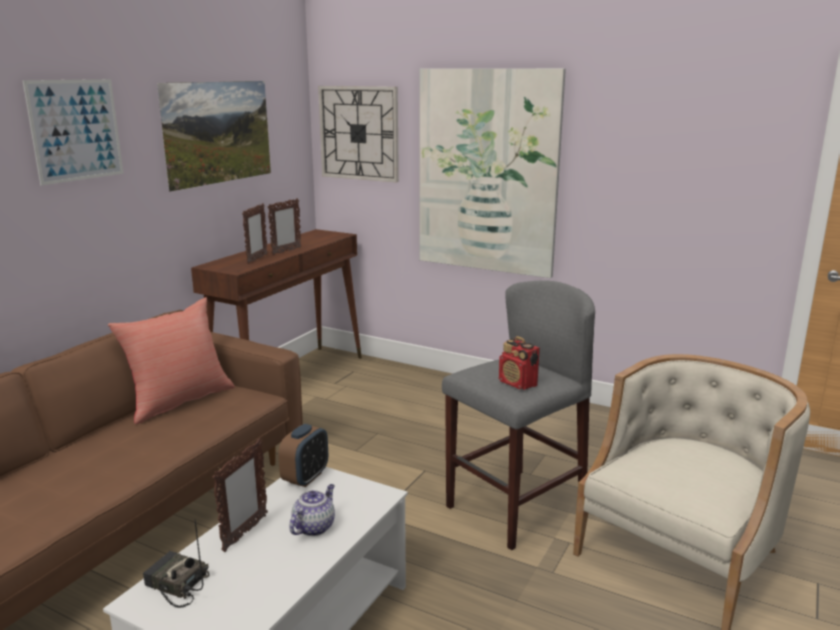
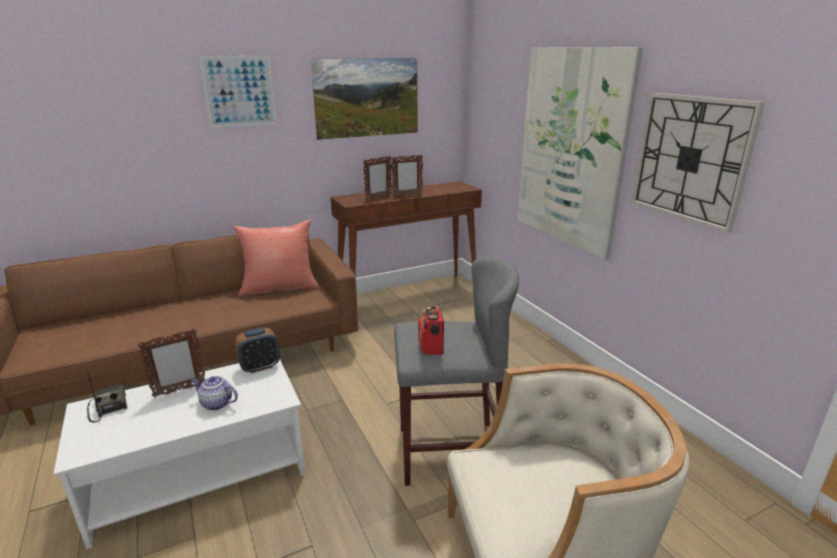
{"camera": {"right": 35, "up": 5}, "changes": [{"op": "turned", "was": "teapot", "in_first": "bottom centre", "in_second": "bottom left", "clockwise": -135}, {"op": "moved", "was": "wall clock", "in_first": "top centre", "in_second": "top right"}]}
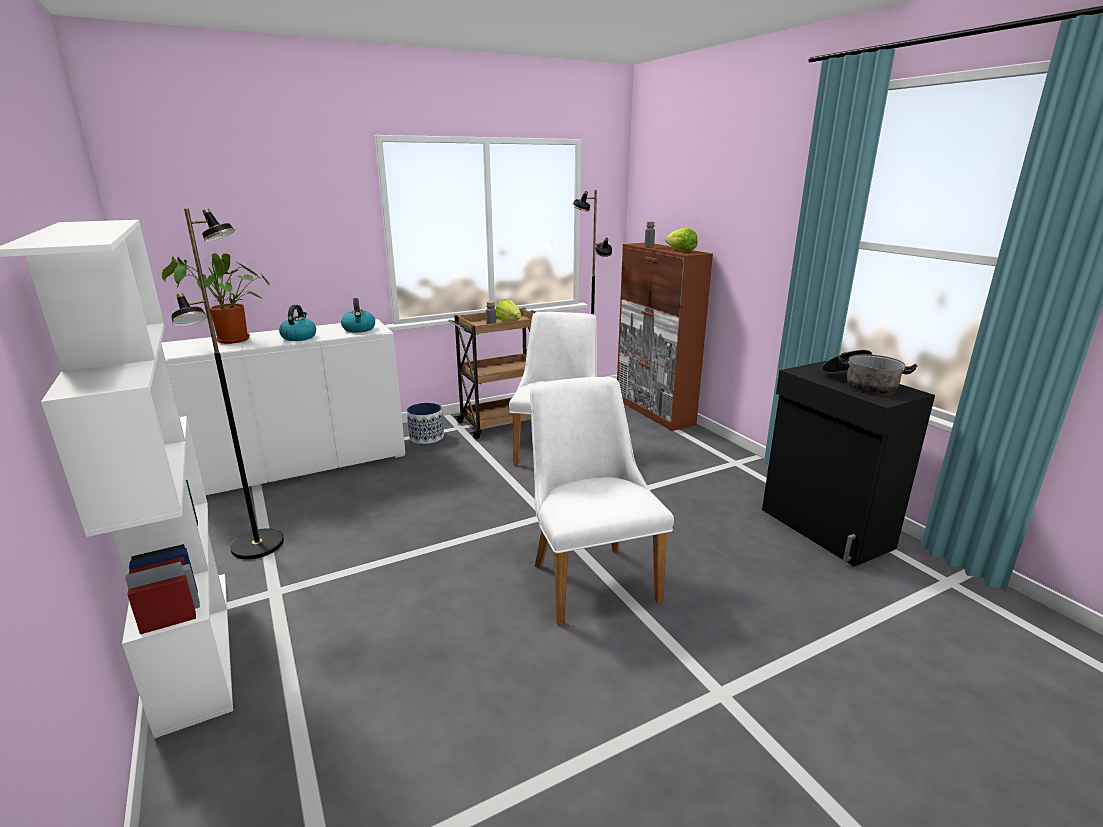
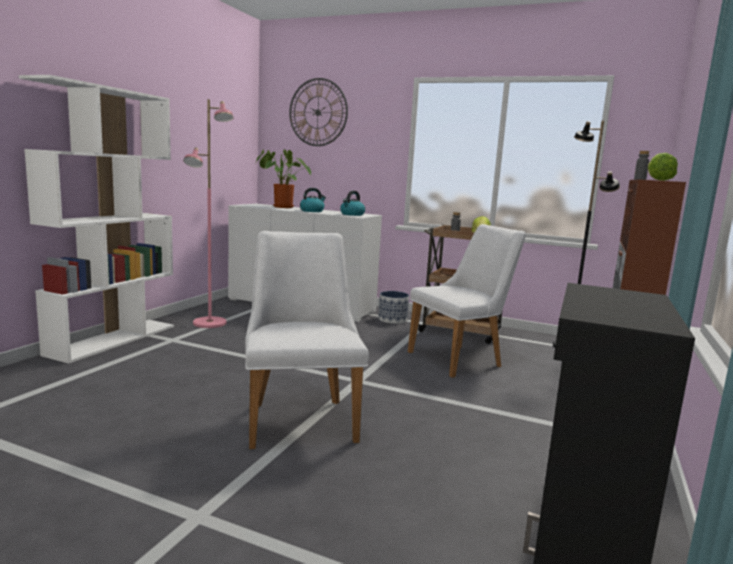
{"camera": {"right": 50, "up": -10}, "changes": [{"op": "recoloured", "was": "black floor lamp (1st from left)", "now": "pink floor lamp", "in_first": "middle left", "in_second": "middle left"}, {"op": "turned", "was": "white chair (2nd from left in the first image)", "in_first": "centre", "in_second": "centre", "clockwise": -45}, {"op": "added", "now": "wall clock", "in_second": "top centre"}, {"op": "removed", "was": "cooking pot", "in_first": "middle right"}]}
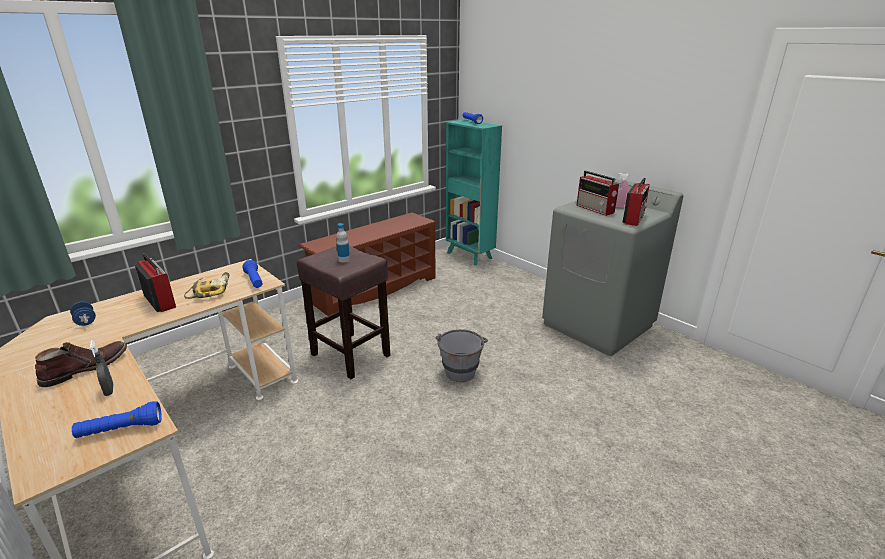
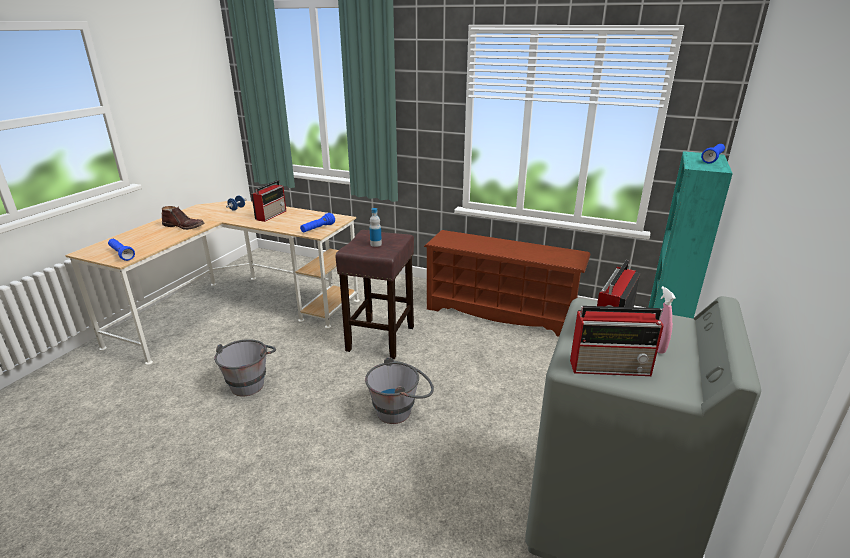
{"camera": {"right": 65, "up": 0}, "changes": [{"op": "added", "now": "grey bucket (1st from left)", "in_second": "middle left"}, {"op": "removed", "was": "grey spray bottle", "in_first": "middle left"}, {"op": "removed", "was": "power drill", "in_first": "middle left"}]}
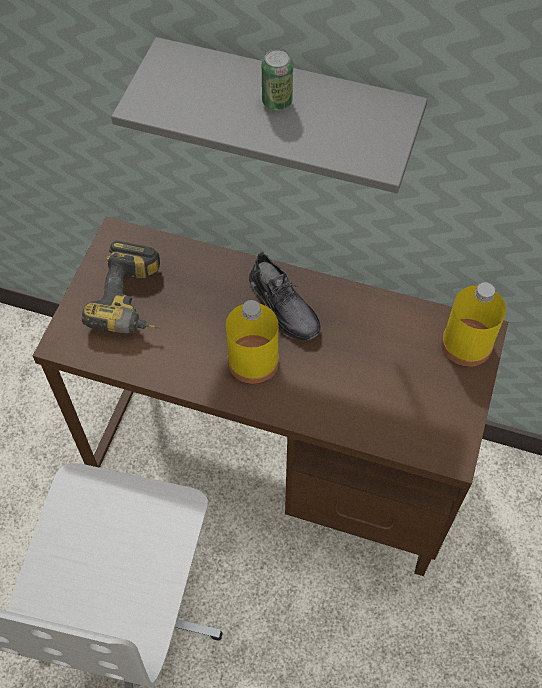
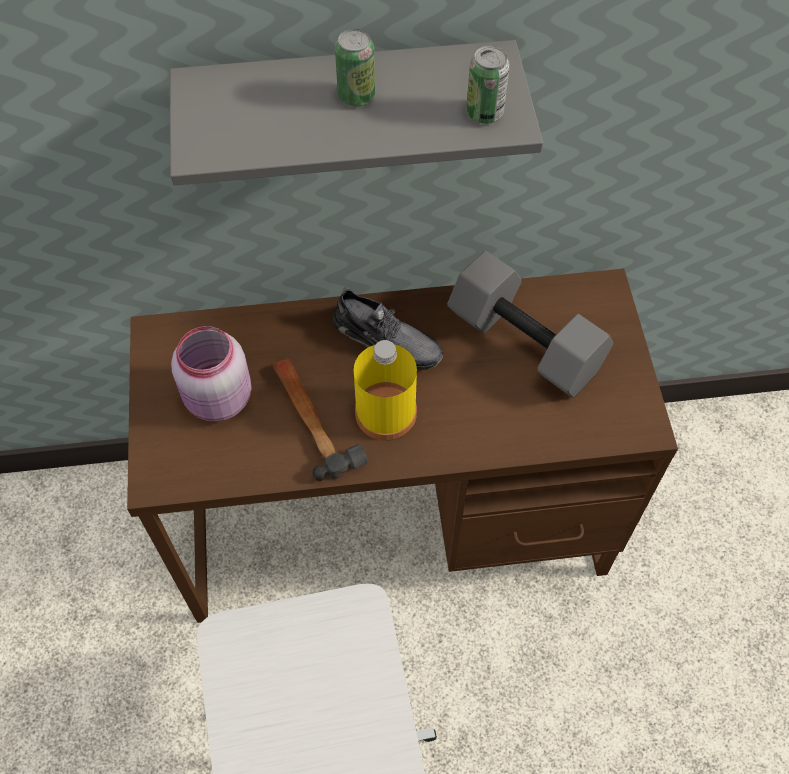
{"camera": {"right": -25, "up": 0}, "changes": [{"op": "replaced", "was": "power drill", "now": "pink jar", "in_first": "middle left", "in_second": "middle left"}, {"op": "added", "now": "hammer", "in_second": "centre"}, {"op": "added", "now": "grey dumbbell", "in_second": "middle right"}, {"op": "added", "now": "can (2nd from left)", "in_second": "top centre"}, {"op": "removed", "was": "yellow bottle (2nd from left)", "in_first": "middle right"}]}
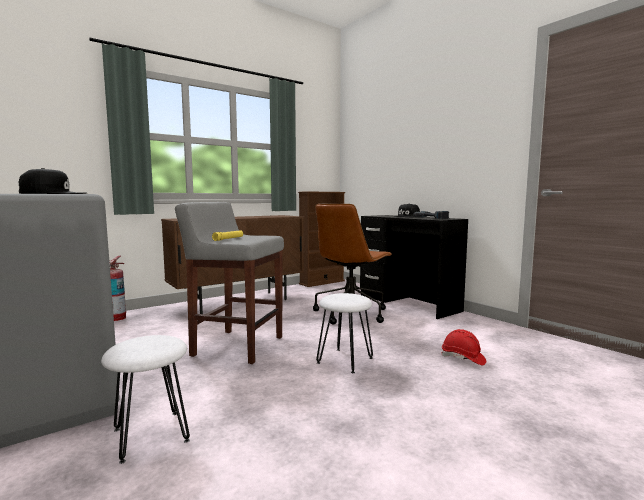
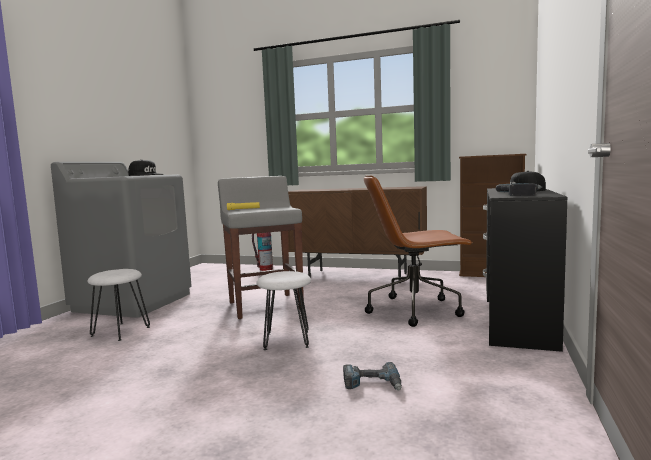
{"camera": {"right": 55, "up": 0}, "changes": [{"op": "replaced", "was": "red hard hat", "now": "power drill (1st from left)", "in_first": "bottom right", "in_second": "bottom centre"}]}
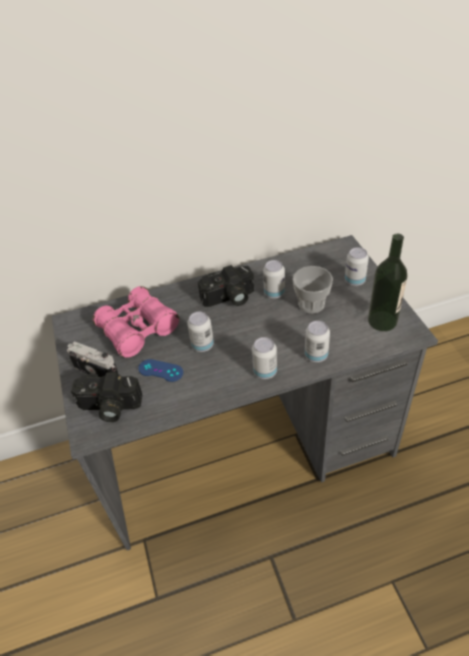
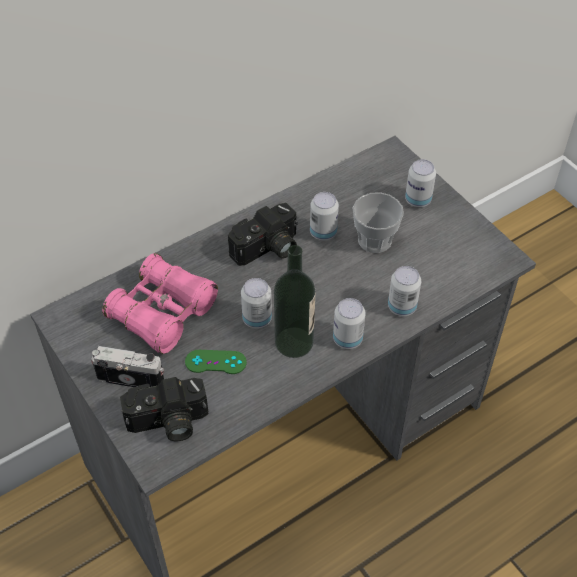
{"camera": {"right": -20, "up": 5}, "changes": [{"op": "recoloured", "was": "blue game controller", "now": "green game controller", "in_first": "centre", "in_second": "centre"}, {"op": "moved", "was": "bottle", "in_first": "middle right", "in_second": "centre"}]}
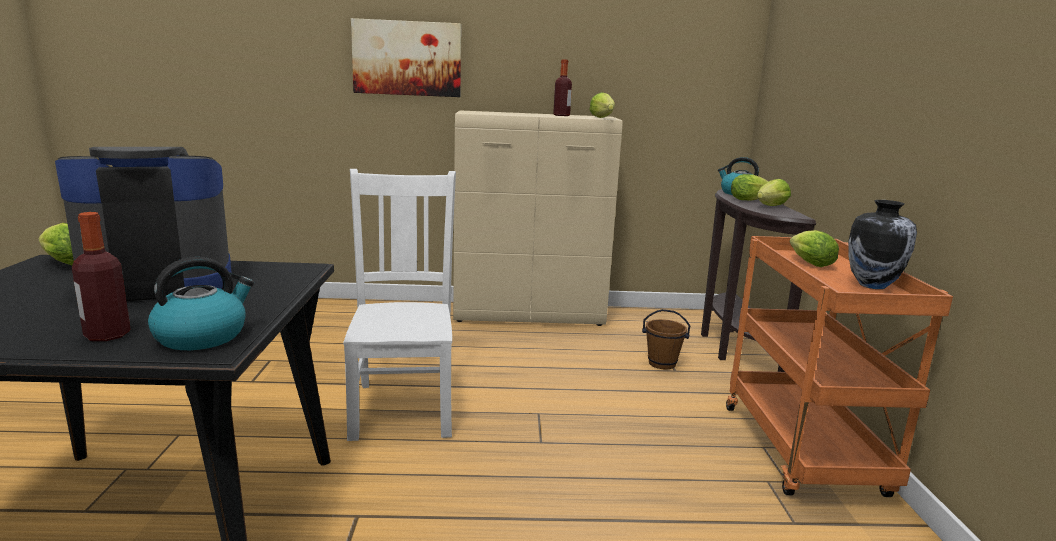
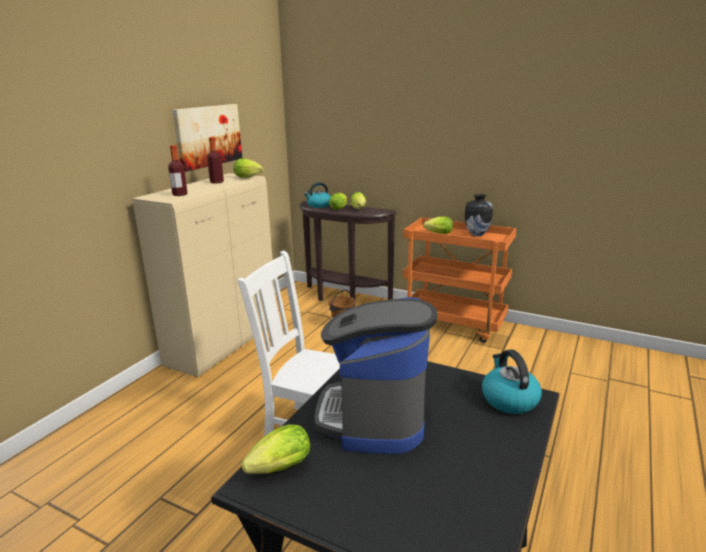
{"camera": {"right": -60, "up": 5}, "changes": [{"op": "moved", "was": "bottle (1st from left)", "in_first": "middle left", "in_second": "top left"}, {"op": "moved", "was": "picture", "in_first": "top centre", "in_second": "top left"}]}
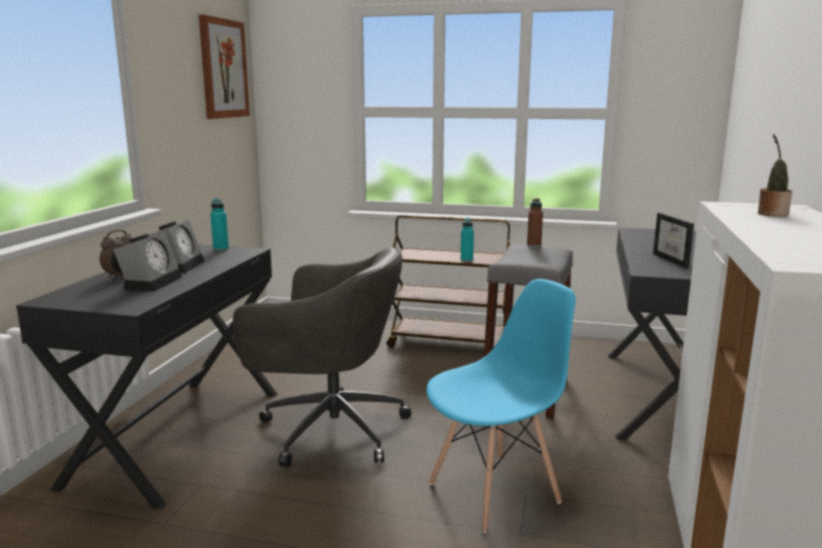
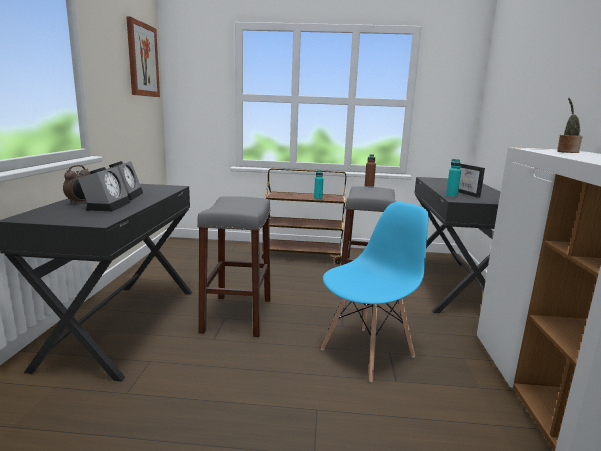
{"camera": {"right": -10, "up": 0}, "changes": [{"op": "replaced", "was": "grey office chair", "now": "grey stool (1st from left)", "in_first": "centre", "in_second": "centre"}, {"op": "moved", "was": "turquoise bottle (1st from left in the first image)", "now": "turquoise bottle (2nd from left)", "in_first": "middle left", "in_second": "middle right"}]}
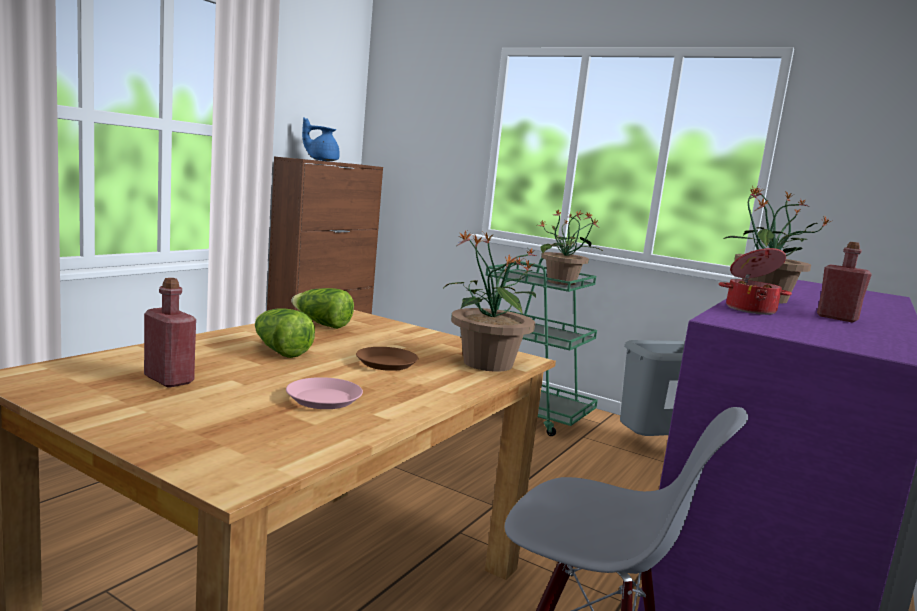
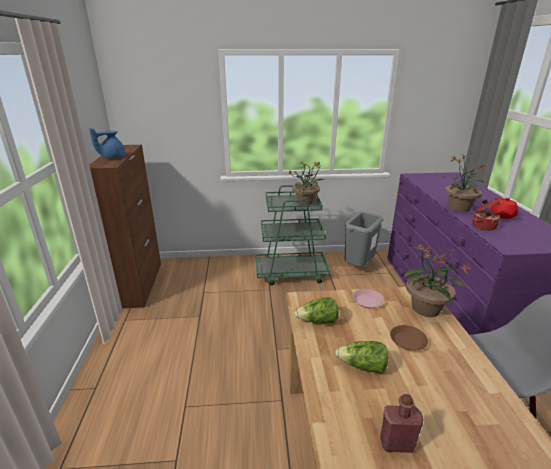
{"camera": {"right": -35, "up": 15}, "changes": [{"op": "moved", "was": "pink plate", "in_first": "centre", "in_second": "middle right"}, {"op": "replaced", "was": "red bottle (2nd from left)", "now": "red teapot", "in_first": "middle right", "in_second": "middle right"}]}
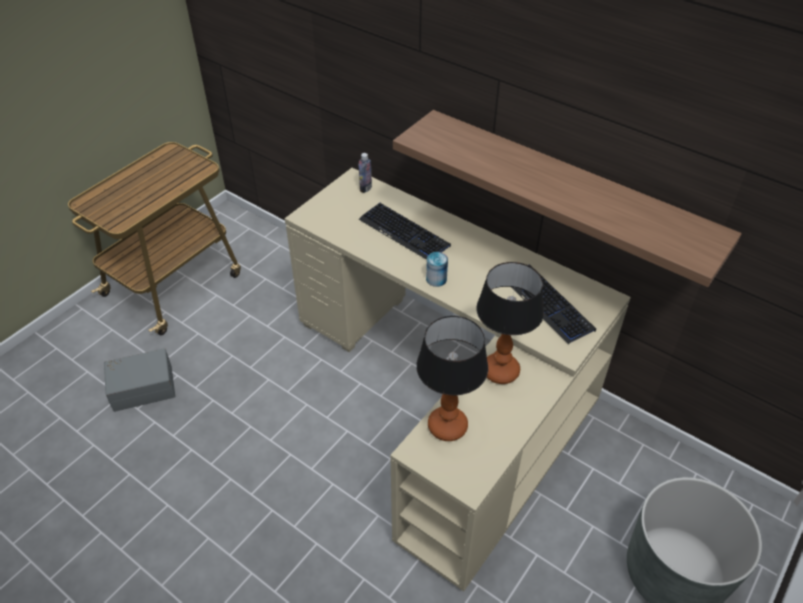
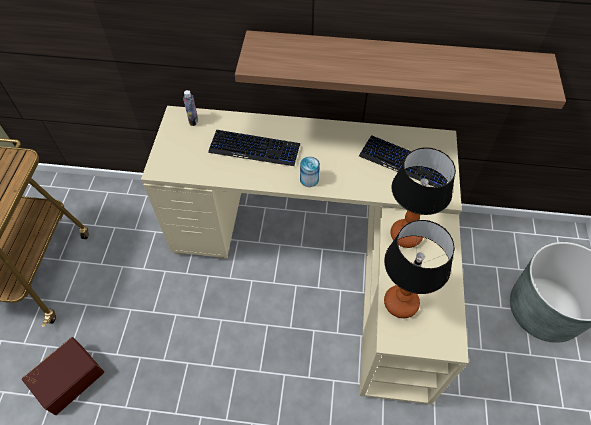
{"camera": {"right": -30, "up": 10}, "changes": [{"op": "recoloured", "was": "grey storage box", "now": "brown storage box", "in_first": "middle left", "in_second": "bottom left"}]}
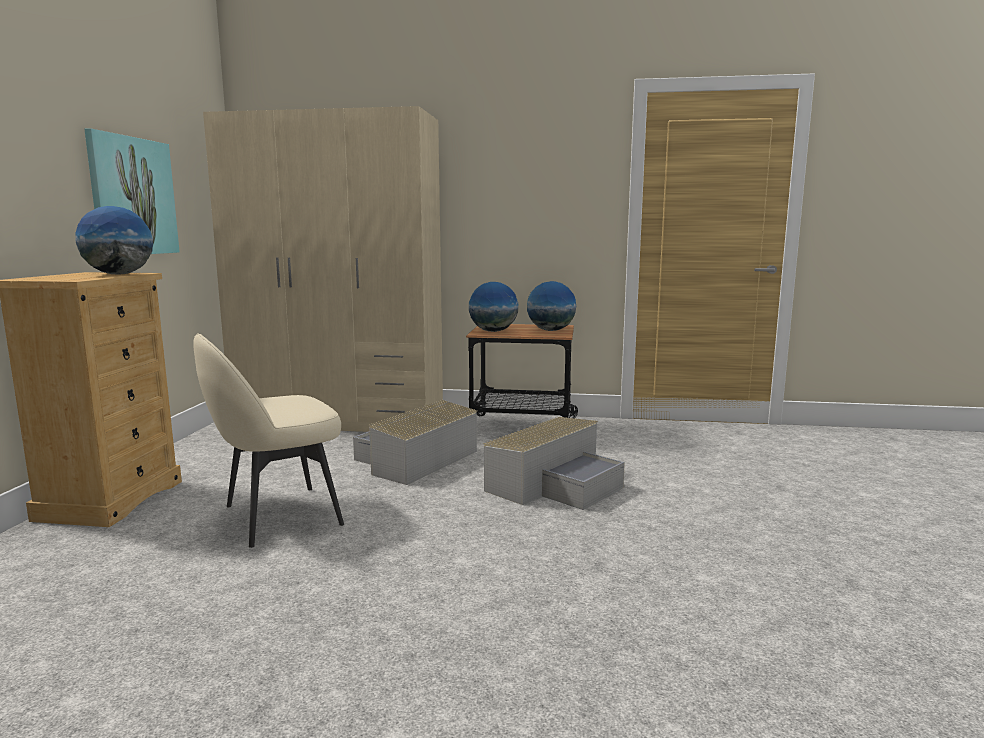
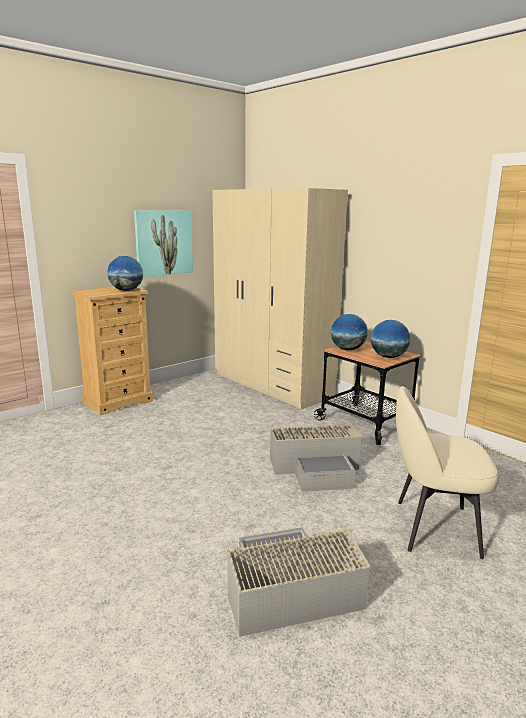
{"camera": {"right": 40, "up": 5}, "changes": [{"op": "moved", "was": "grey storage box (1st from left)", "in_first": "centre", "in_second": "bottom centre"}, {"op": "moved", "was": "beige chair", "in_first": "middle left", "in_second": "middle right"}]}
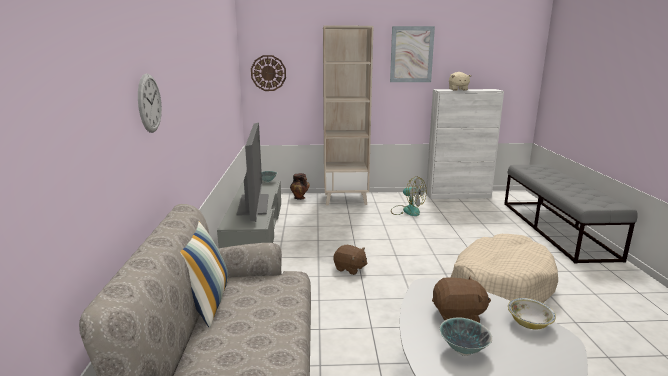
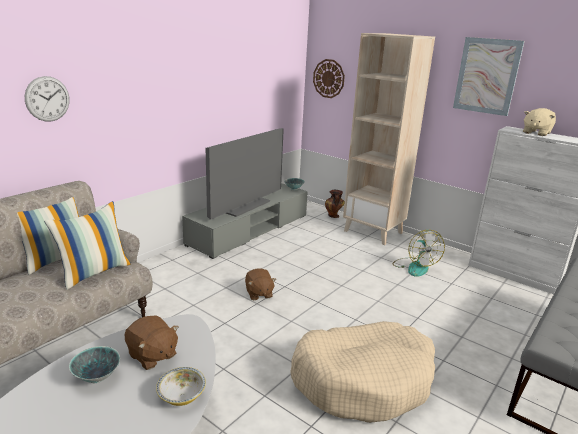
{"camera": {"right": 40, "up": 5}, "changes": [{"op": "added", "now": "pillow (2nd from left)", "in_second": "middle left"}]}
